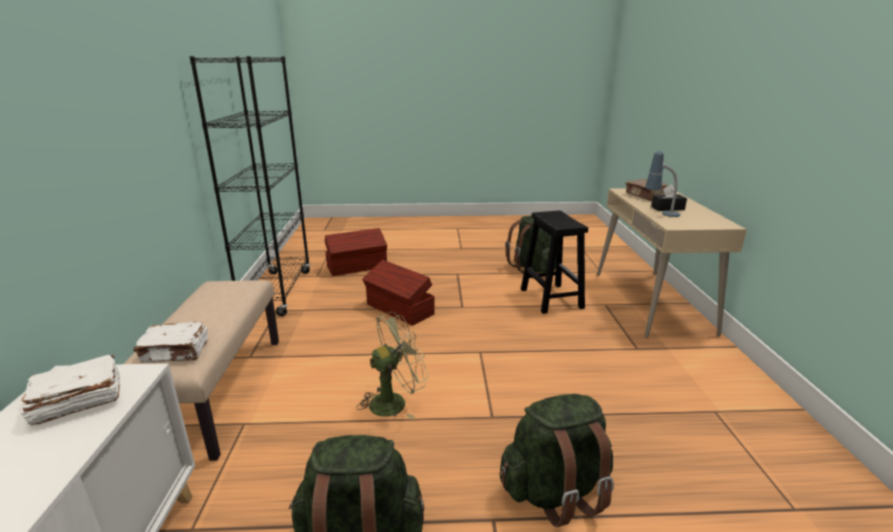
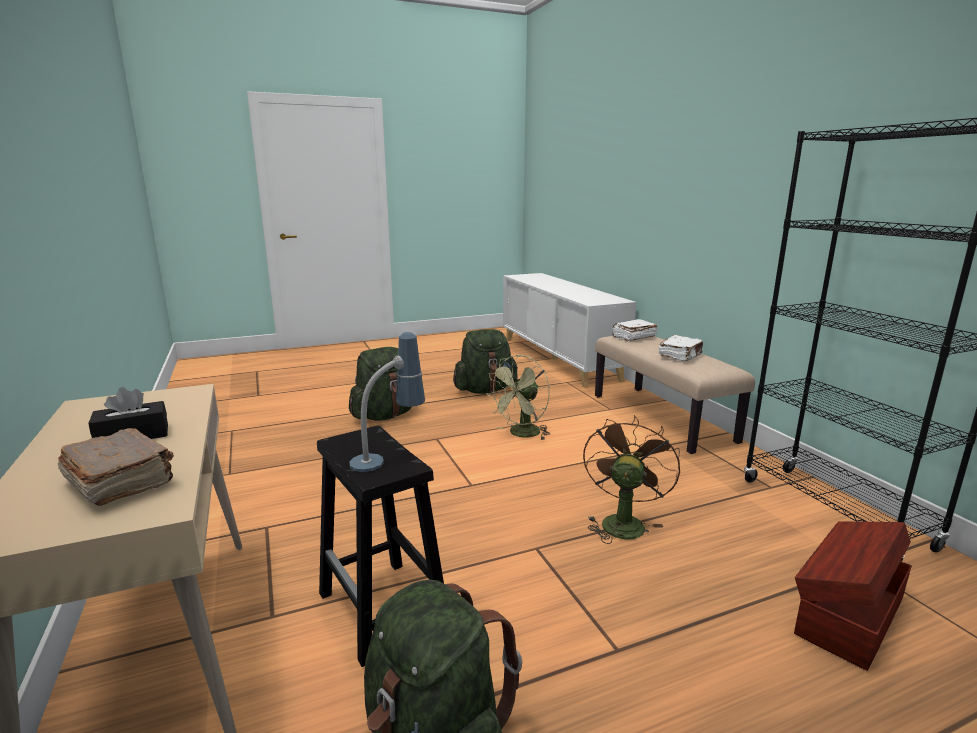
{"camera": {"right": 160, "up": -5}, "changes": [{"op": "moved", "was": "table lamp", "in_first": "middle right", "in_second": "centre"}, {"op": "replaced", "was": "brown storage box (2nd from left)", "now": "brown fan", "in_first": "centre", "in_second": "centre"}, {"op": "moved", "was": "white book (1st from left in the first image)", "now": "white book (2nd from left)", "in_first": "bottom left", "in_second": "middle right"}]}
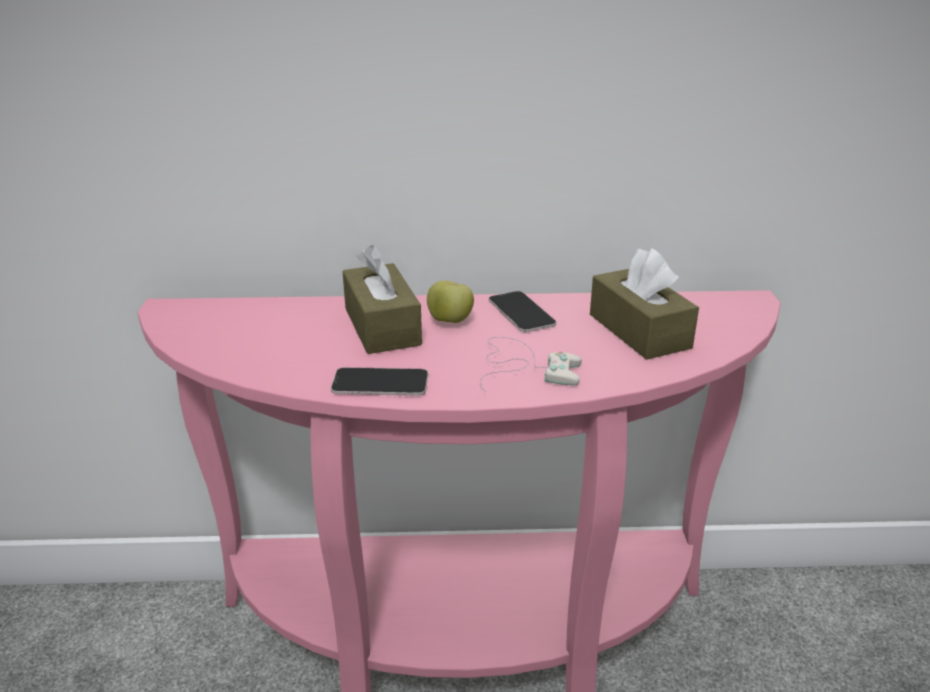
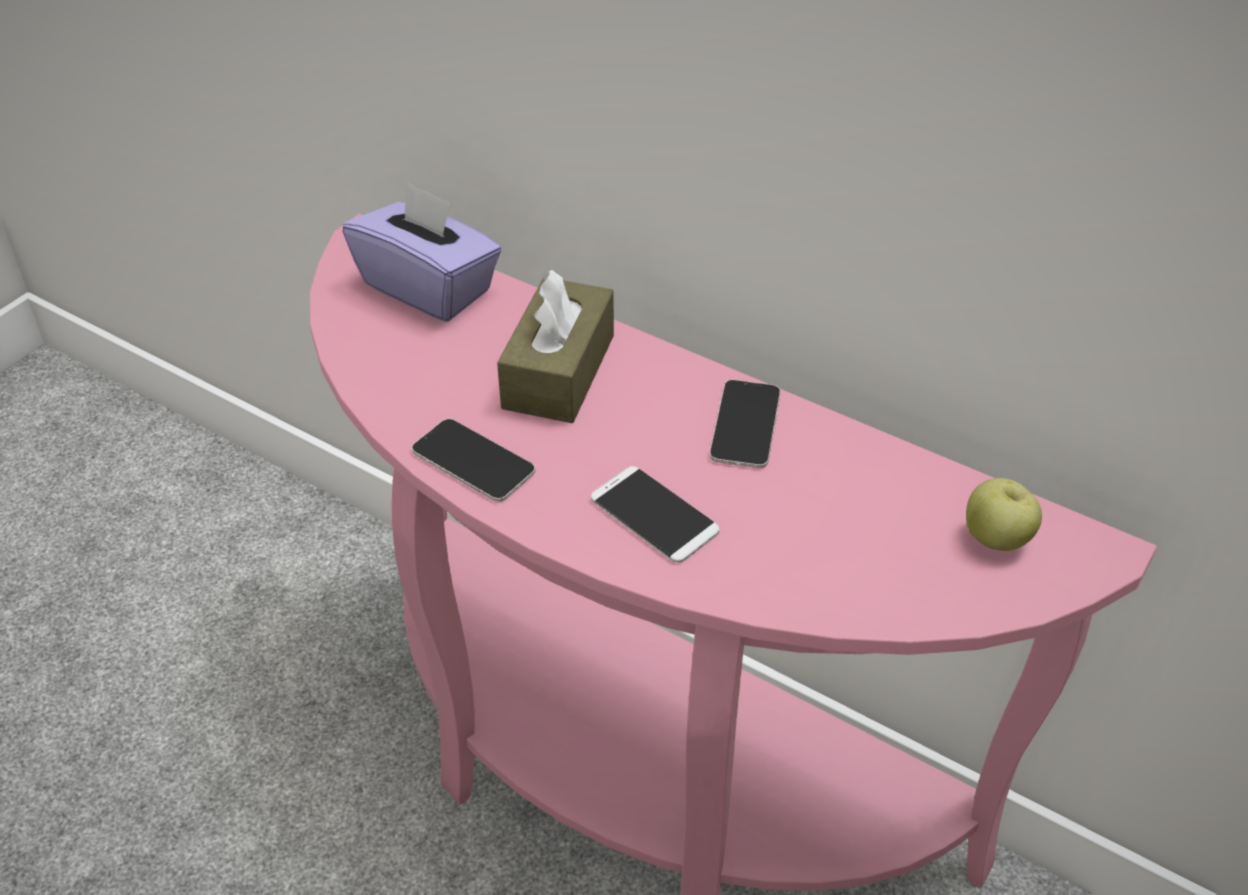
{"camera": {"right": 35, "up": 15}, "changes": [{"op": "added", "now": "purple tissue box", "in_second": "top centre"}, {"op": "replaced", "was": "white game controller", "now": "phone (2nd from left)", "in_first": "centre", "in_second": "centre"}, {"op": "moved", "was": "apple", "in_first": "centre", "in_second": "middle right"}, {"op": "removed", "was": "brown tissue box (2nd from left)", "in_first": "middle right"}]}
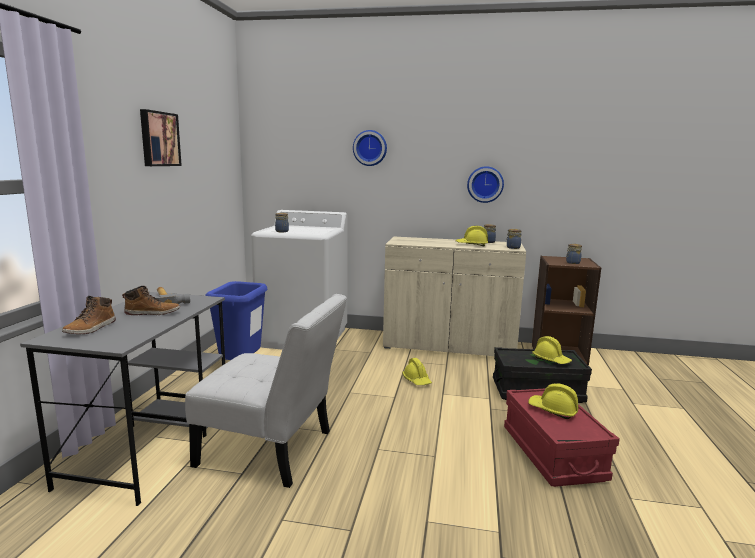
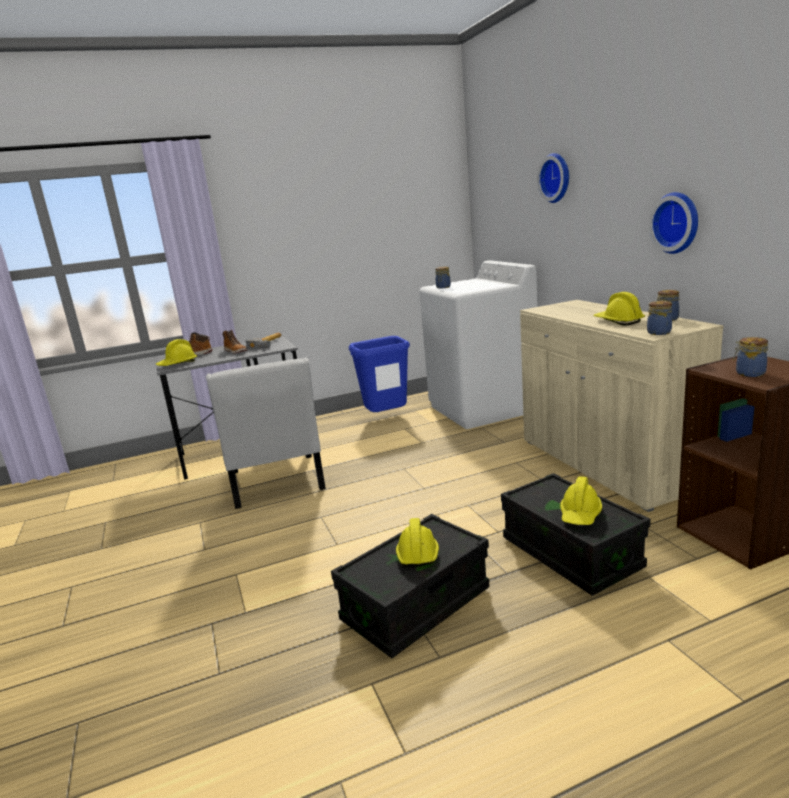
{"camera": {"right": 60, "up": 5}, "changes": [{"op": "moved", "was": "yellow hard hat (1st from left)", "in_first": "centre", "in_second": "middle left"}, {"op": "recoloured", "was": "red storage box", "now": "black storage box (1st from left)", "in_first": "bottom right", "in_second": "bottom centre"}, {"op": "removed", "was": "picture", "in_first": "top left"}]}
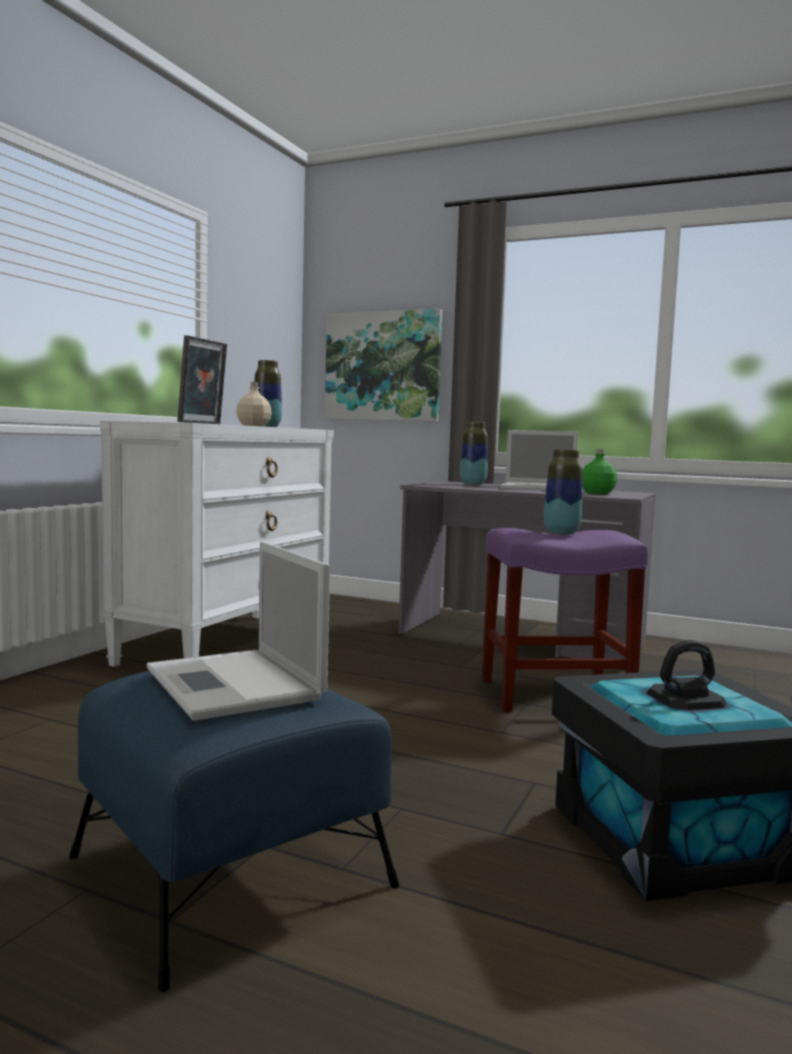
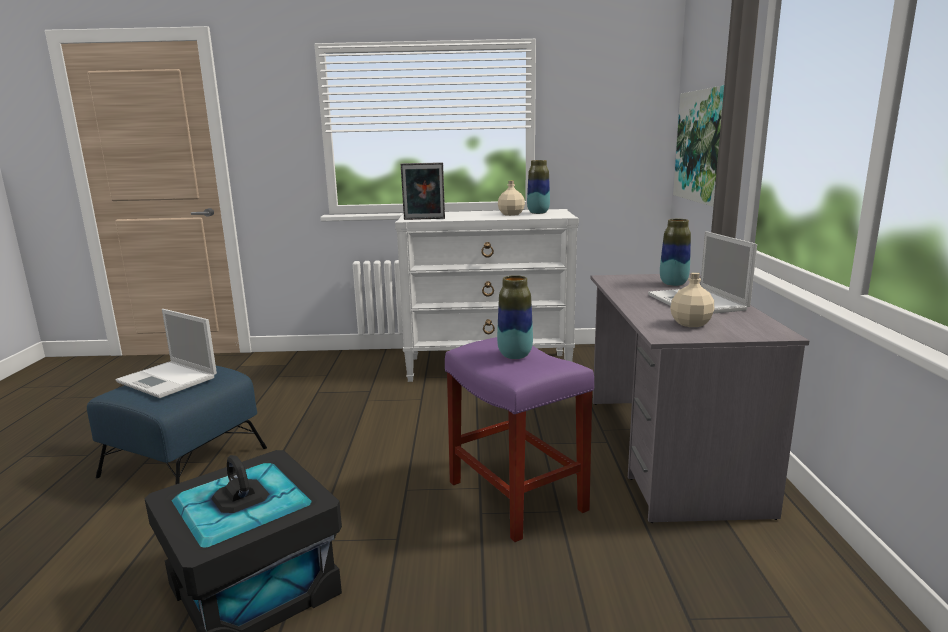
{"camera": {"right": 65, "up": 10}, "changes": [{"op": "turned", "was": "laptop (1st from left)", "in_first": "middle left", "in_second": "middle left", "clockwise": -90}, {"op": "recoloured", "was": "green bottle", "now": "beige bottle (2nd from left)", "in_first": "middle right", "in_second": "middle right"}]}
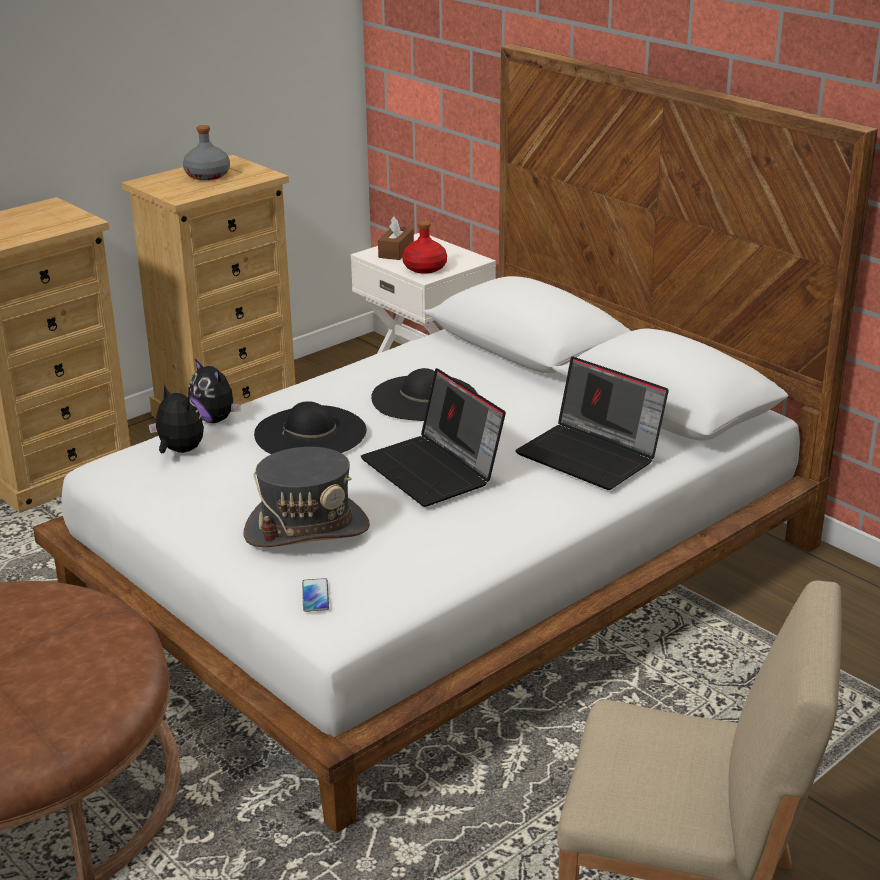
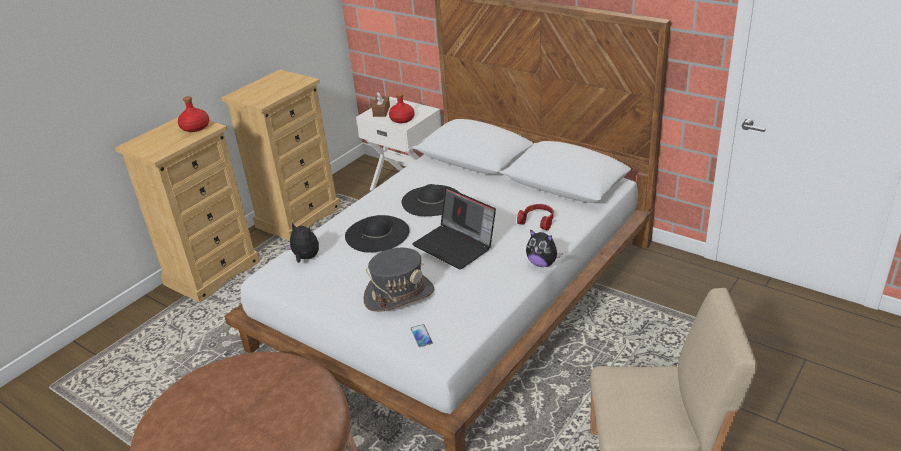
{"camera": {"right": -10, "up": 5}, "changes": [{"op": "added", "now": "red bottle (1st from left)", "in_second": "top left"}, {"op": "replaced", "was": "laptop (2nd from left)", "now": "headphones", "in_first": "middle right", "in_second": "centre"}, {"op": "moved", "was": "plush toy (2nd from left)", "in_first": "middle left", "in_second": "centre"}, {"op": "removed", "was": "grey bottle", "in_first": "top left"}]}
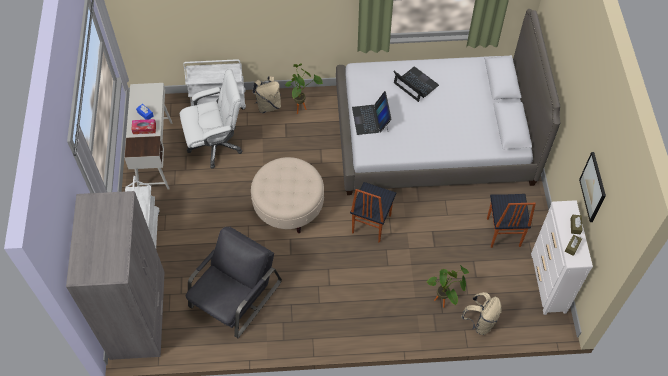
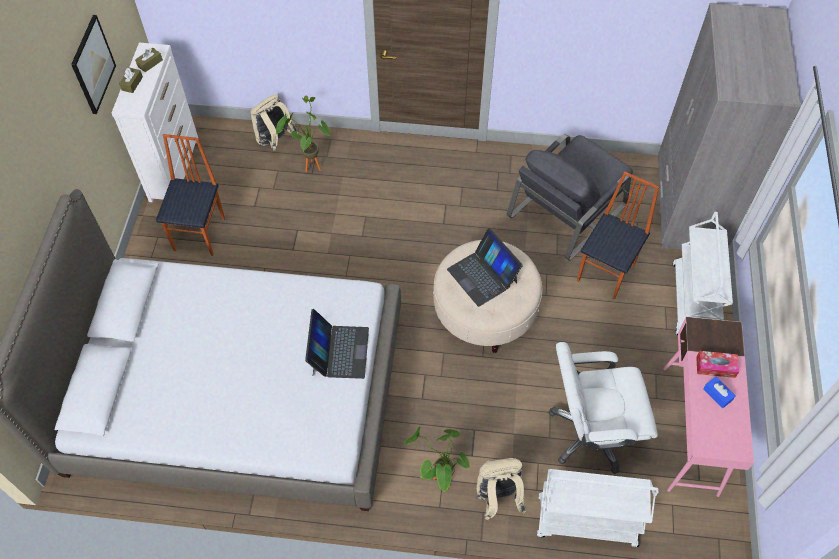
{"camera": {"right": -170, "up": 0}, "changes": [{"op": "moved", "was": "laptop (2nd from left)", "in_first": "top centre", "in_second": "centre"}, {"op": "moved", "was": "chair (1st from left in the first image)", "now": "chair (2nd from left)", "in_first": "centre", "in_second": "middle right"}, {"op": "recoloured", "was": "white desk", "now": "pink desk", "in_first": "middle left", "in_second": "bottom right"}]}
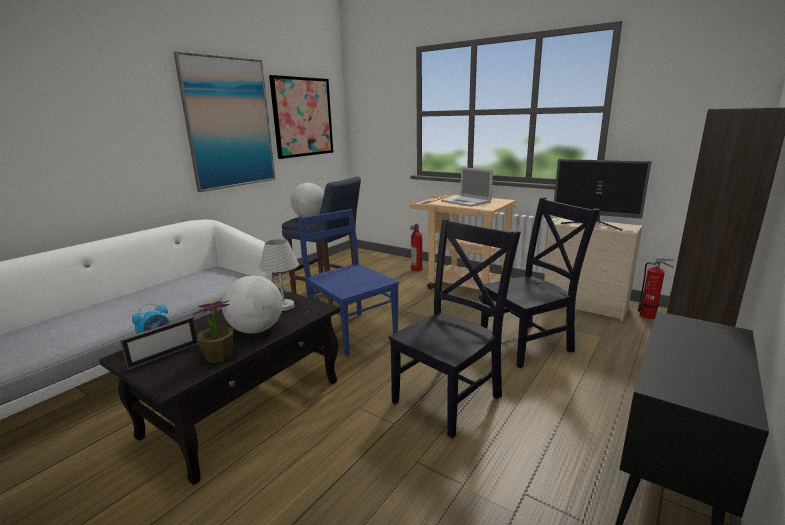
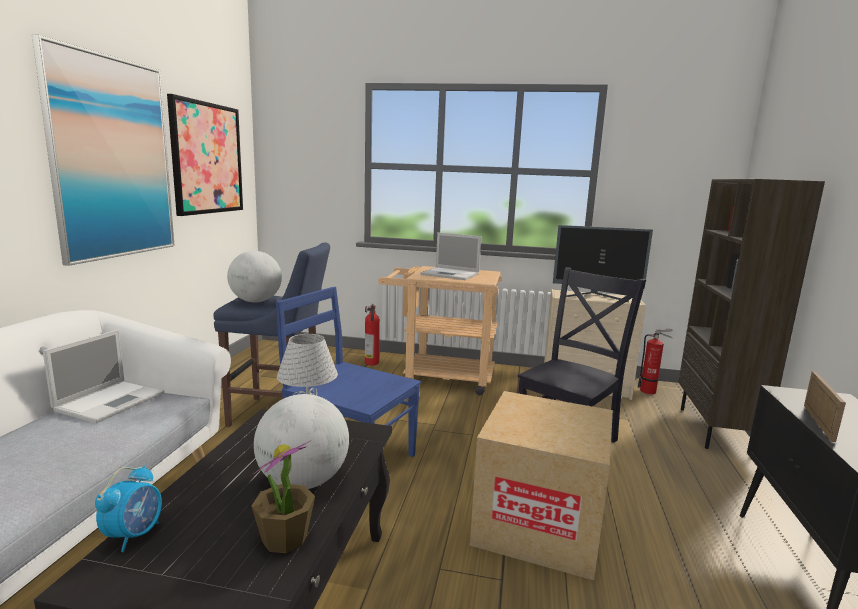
{"camera": {"right": -25, "up": -5}, "changes": [{"op": "added", "now": "laptop (1st from left)", "in_second": "middle left"}, {"op": "replaced", "was": "black chair (1st from left)", "now": "cardboard box", "in_first": "centre", "in_second": "bottom centre"}, {"op": "moved", "was": "picture frame", "in_first": "middle left", "in_second": "bottom right"}]}
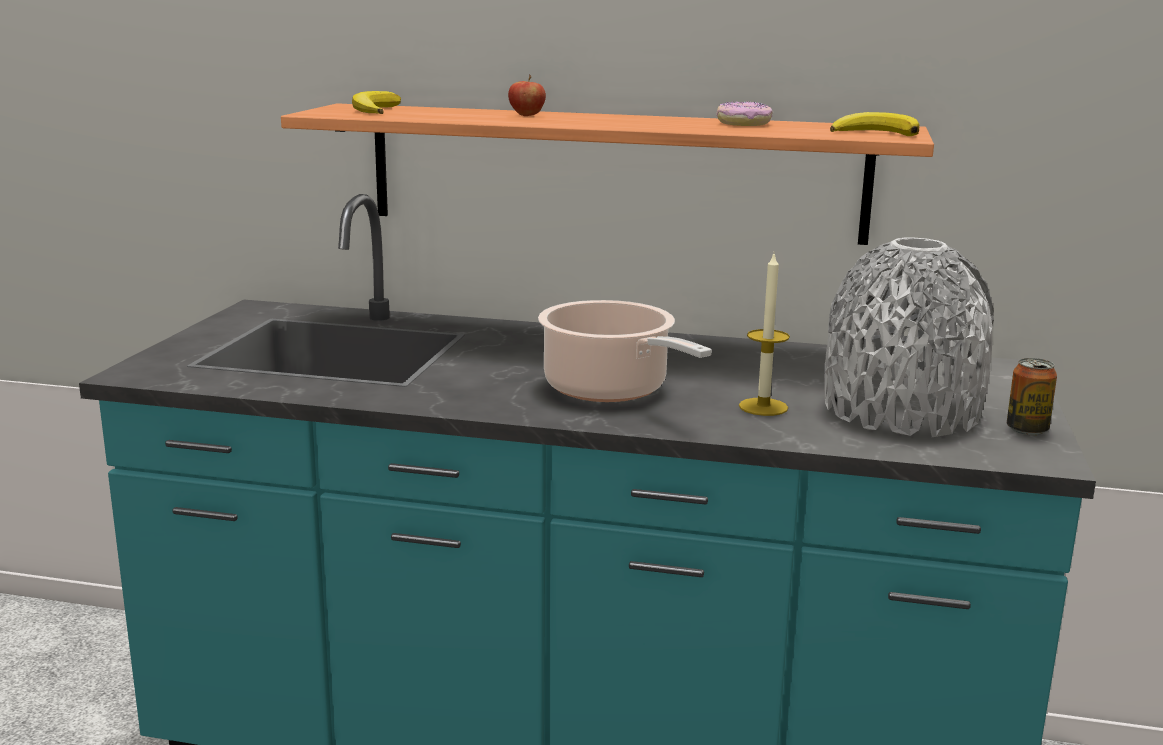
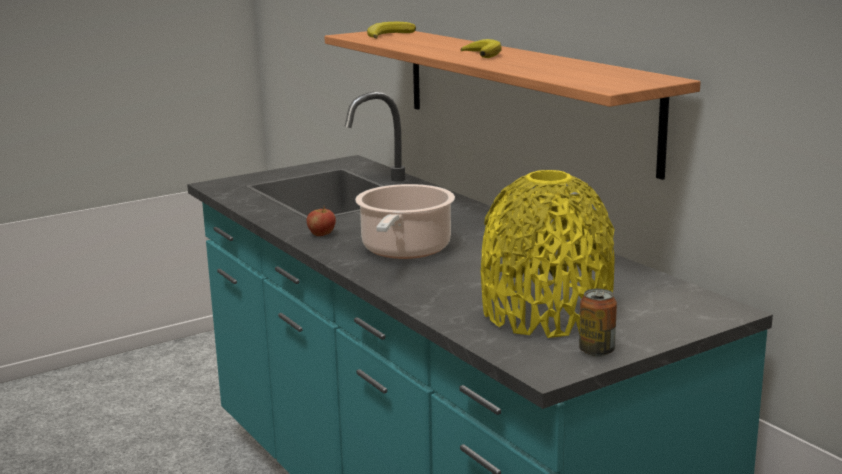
{"camera": {"right": 45, "up": 0}, "changes": [{"op": "moved", "was": "apple", "in_first": "top centre", "in_second": "centre"}, {"op": "moved", "was": "banana (2nd from left)", "in_first": "top right", "in_second": "top centre"}, {"op": "recoloured", "was": "grey vase", "now": "yellow vase", "in_first": "middle right", "in_second": "centre"}, {"op": "removed", "was": "donut", "in_first": "top centre"}, {"op": "removed", "was": "candle", "in_first": "centre"}]}
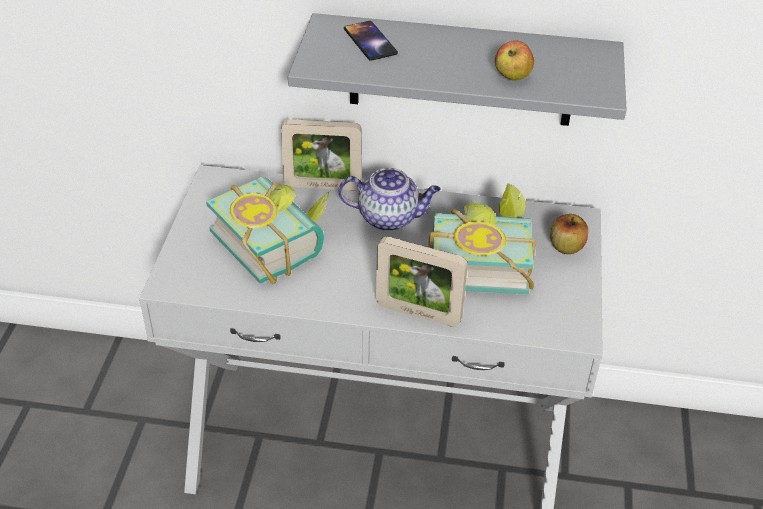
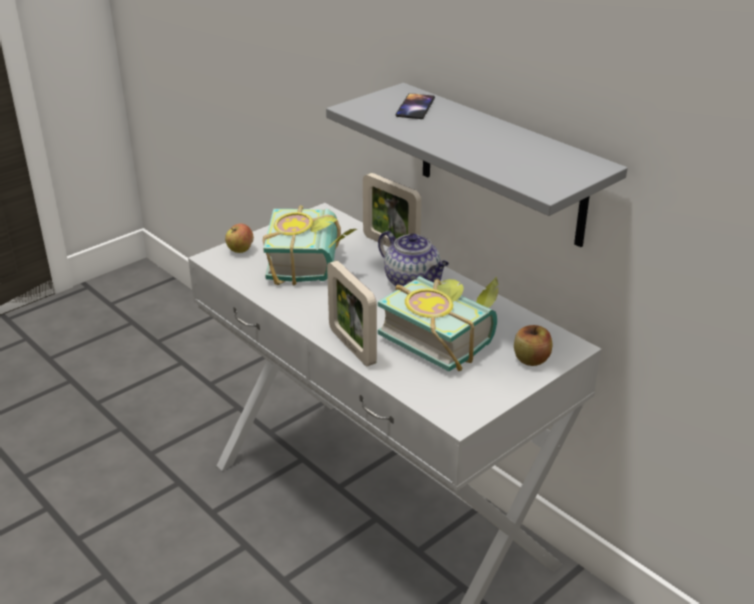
{"camera": {"right": 40, "up": -10}, "changes": [{"op": "moved", "was": "apple (1st from left)", "in_first": "top right", "in_second": "middle left"}]}
